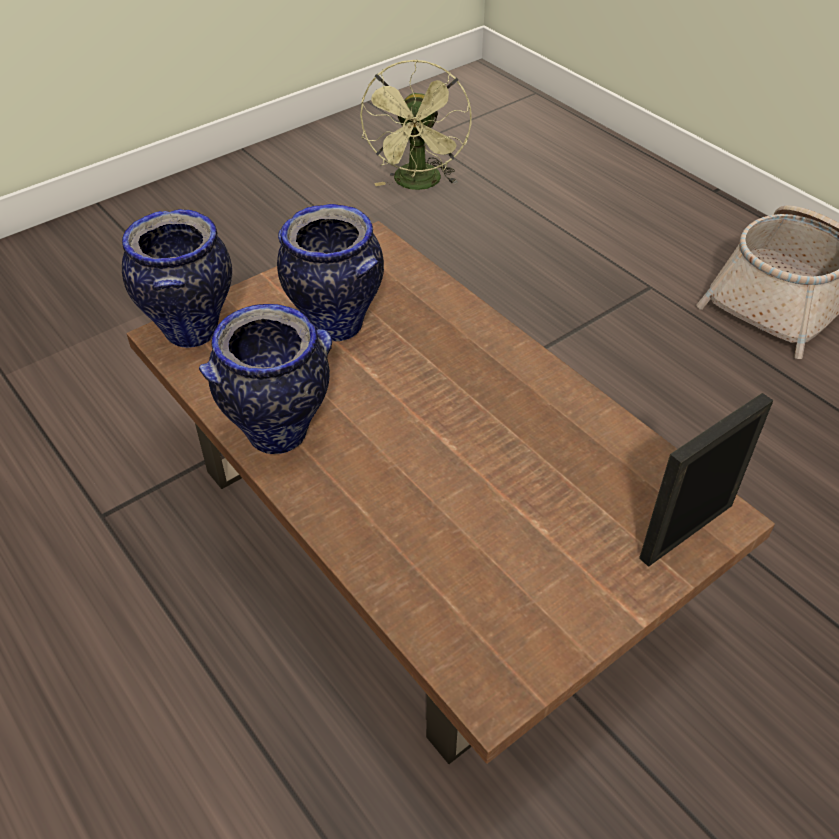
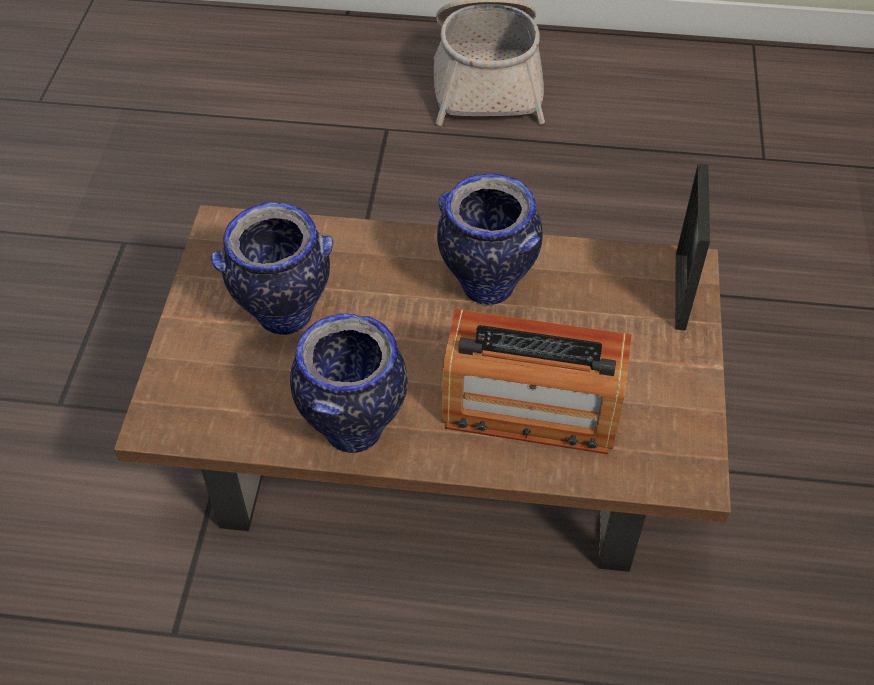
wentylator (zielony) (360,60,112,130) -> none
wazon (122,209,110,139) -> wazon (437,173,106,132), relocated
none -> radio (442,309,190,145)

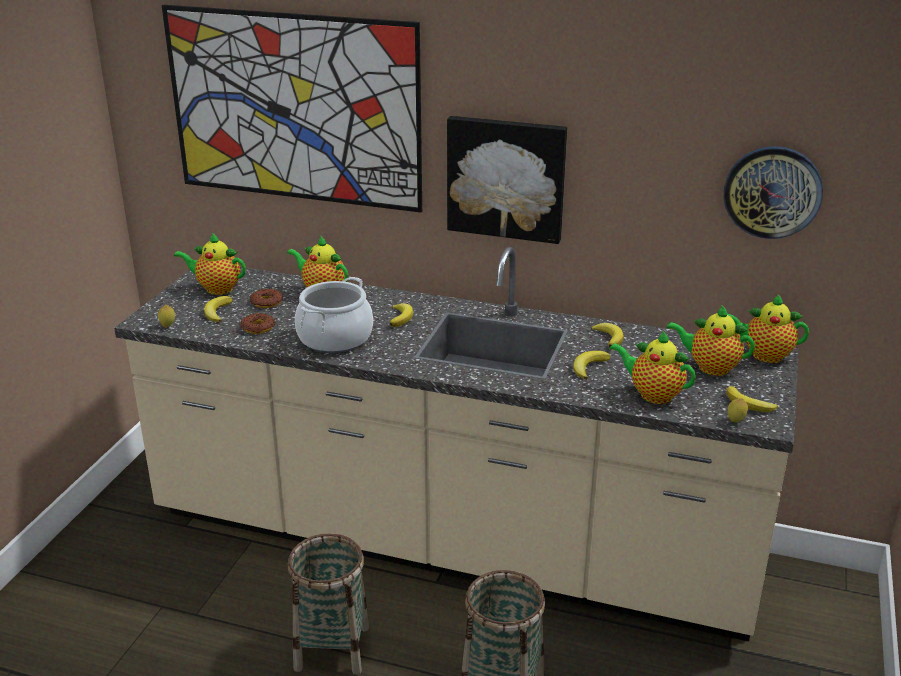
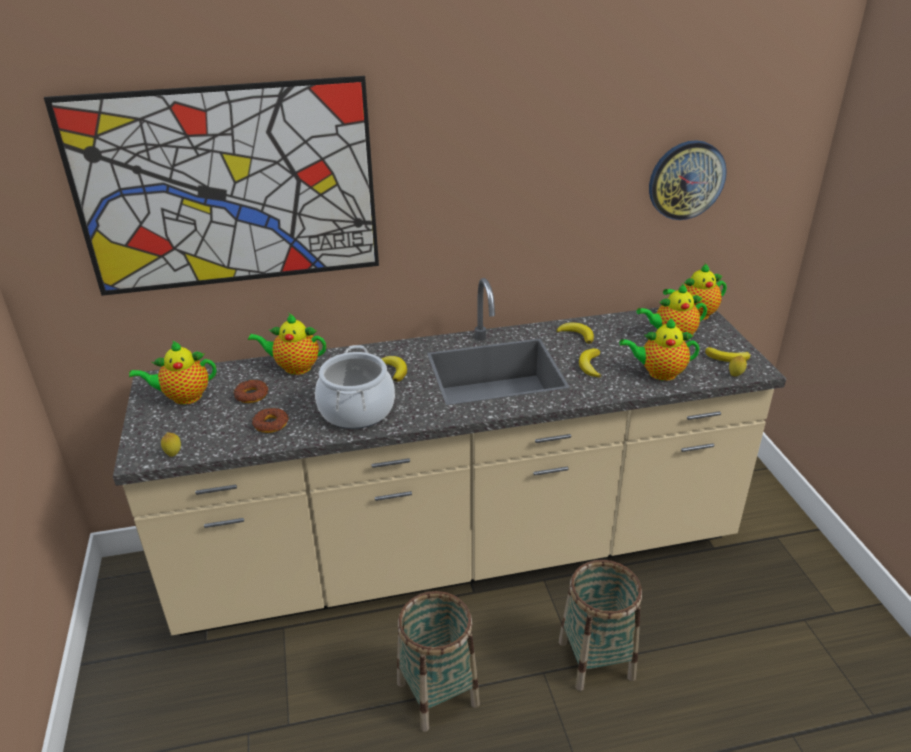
obraz (447,116,120,128) -> none
banan (204,296,28,26) -> none

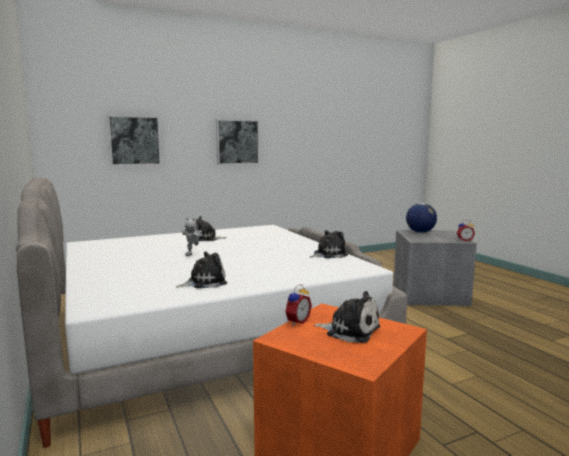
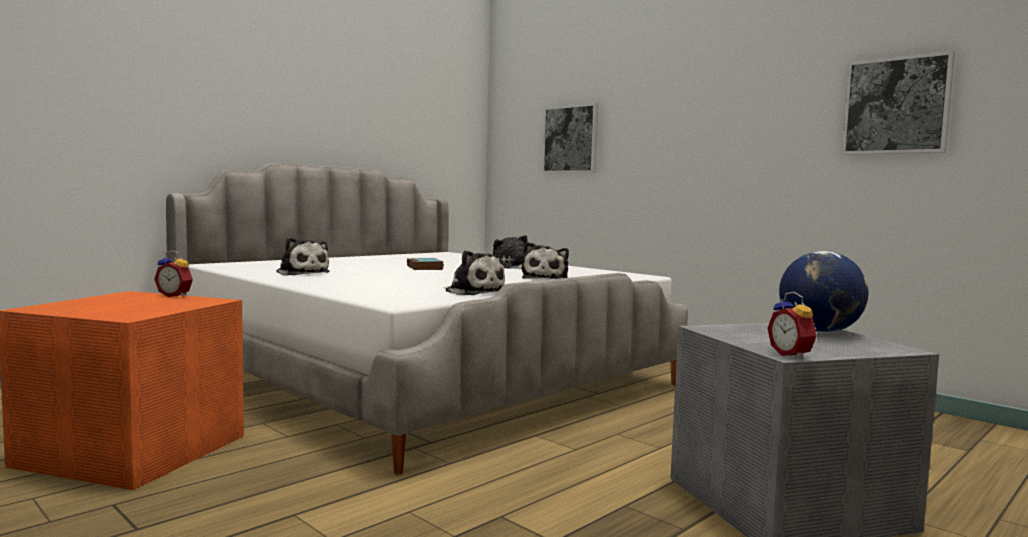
obraz (216,119,44,46) -> obraz (841,50,114,105), relocated
robot zabawkowy (182,218,21,38) -> książka (407,258,37,12)
pluszak (314,291,66,52) -> pluszak (522,242,47,37), relocated

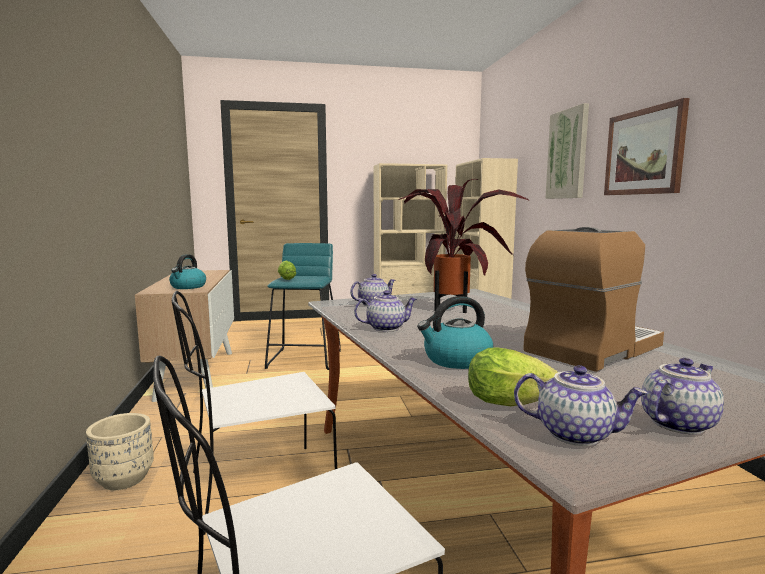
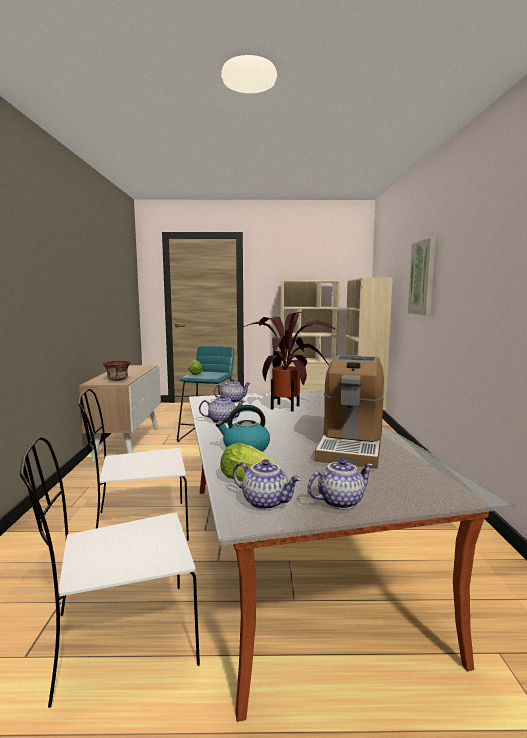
obraz (604,98,85,97) -> none
ekspres do kawy (523,227,141,145) -> ekspres do kawy (315,355,70,113), 135 degrees clockwise
czajnik (169,254,37,35) -> miska (103,361,28,20)
donica (beżowy) (86,413,68,77) -> none

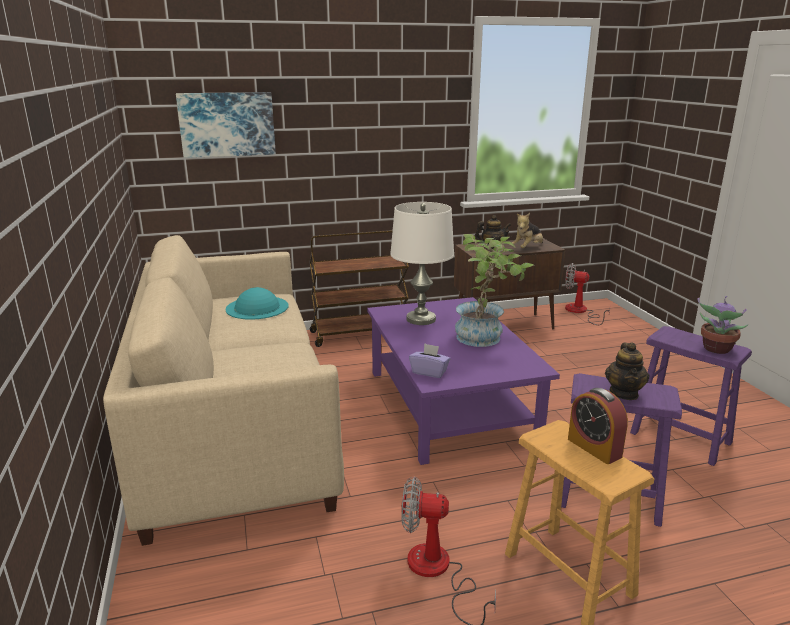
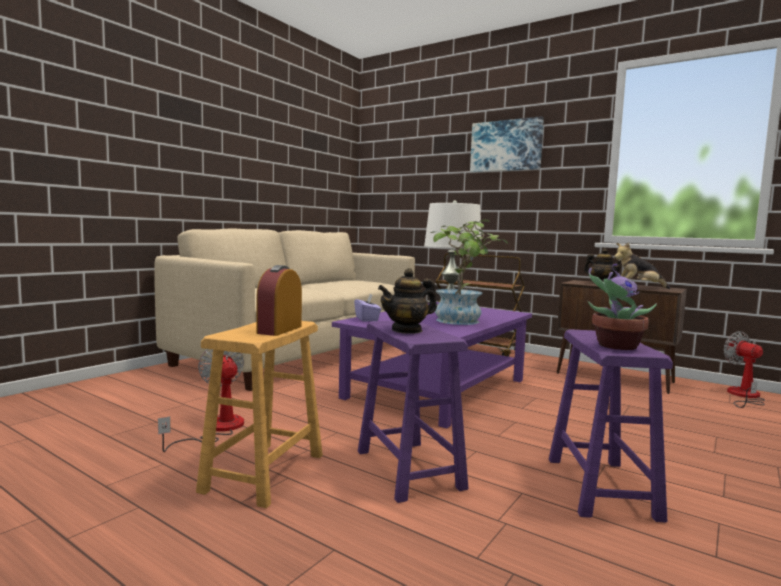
obraz (176,92,100,66) -> obraz (470,116,74,56), relocated
kapelusz (turkusowy) (225,287,63,33) -> none

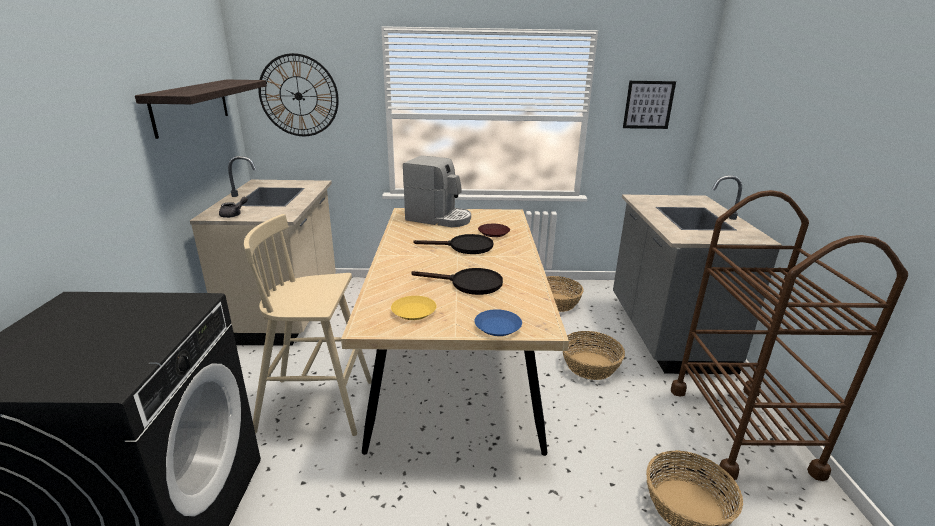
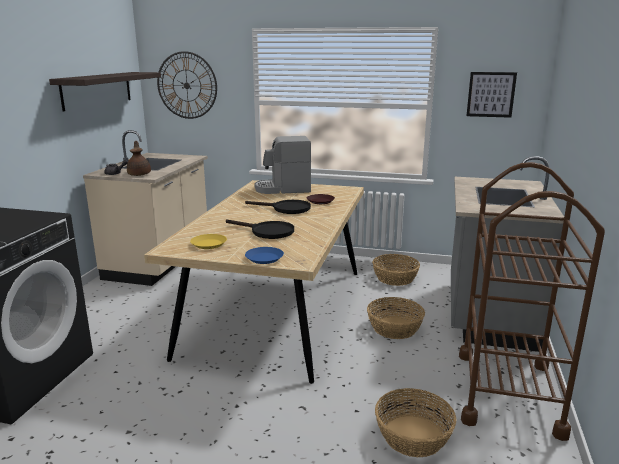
ekspres do kawy (403,155,68,72) -> ekspres do kawy (254,136,57,58), 135 degrees clockwise
stołek (beżowy) (244,214,128,222) -> none
none -> imbryk (brązowy) (127,141,24,35)

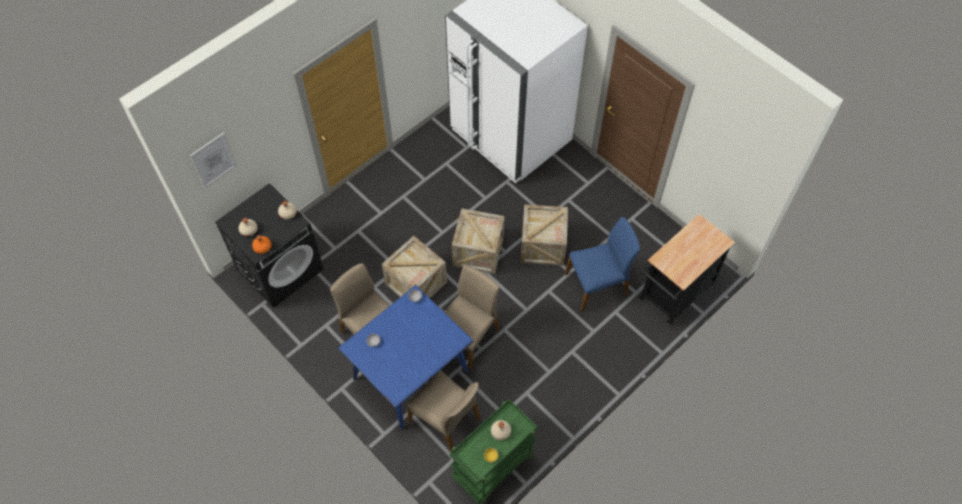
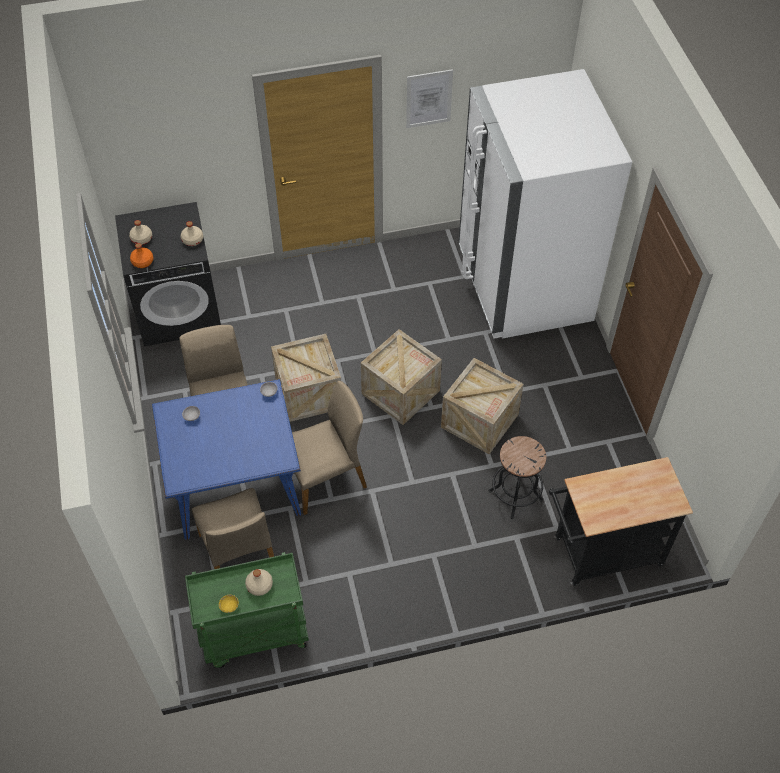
obraz (190,133,47,55) -> obraz (406,69,47,59), relocated
krzesło (niebieski) (565,217,75,95) -> stołek (czarny) (489,436,57,83)

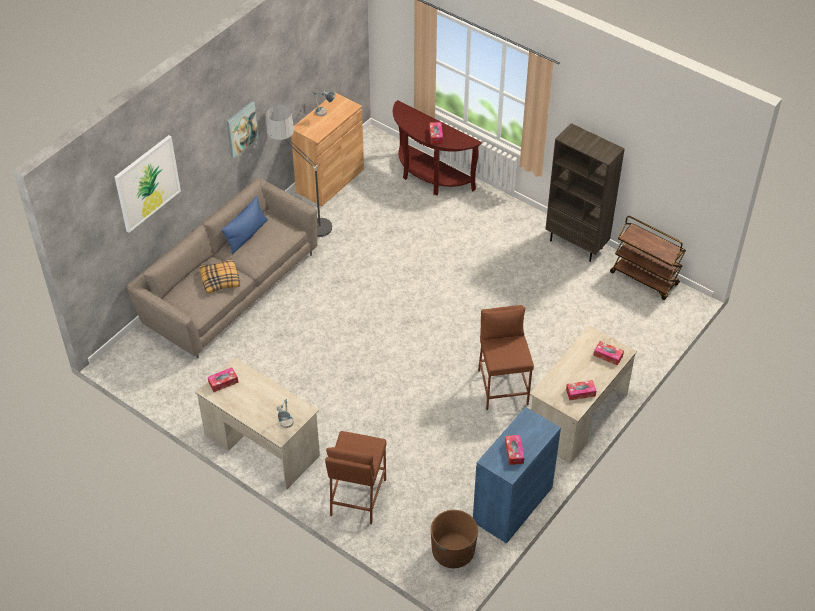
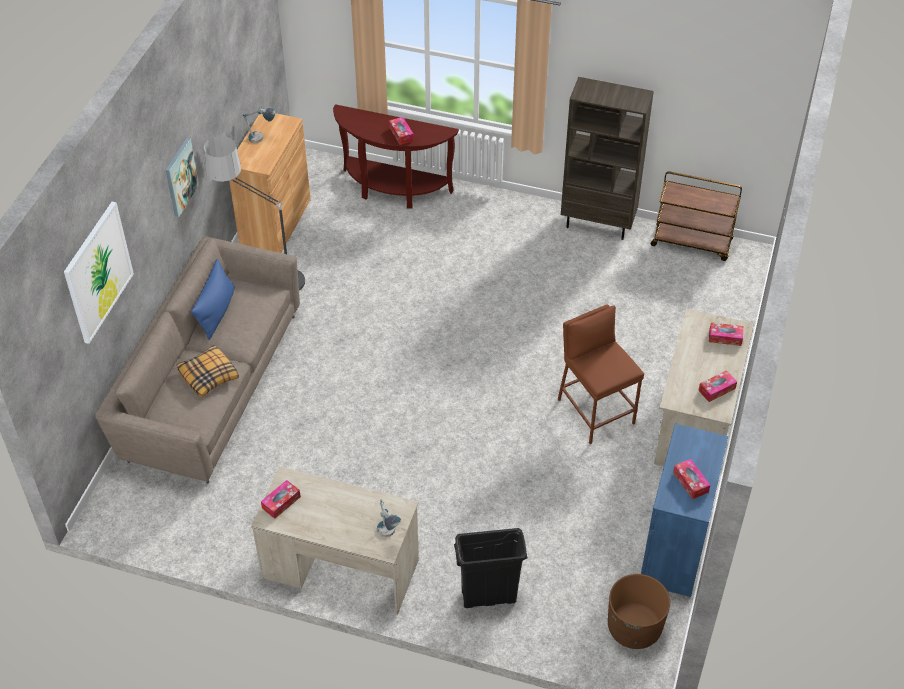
stołek (brązowy) (325,431,62,93) -> kosz na śmieci (czarny) (454,528,74,80)

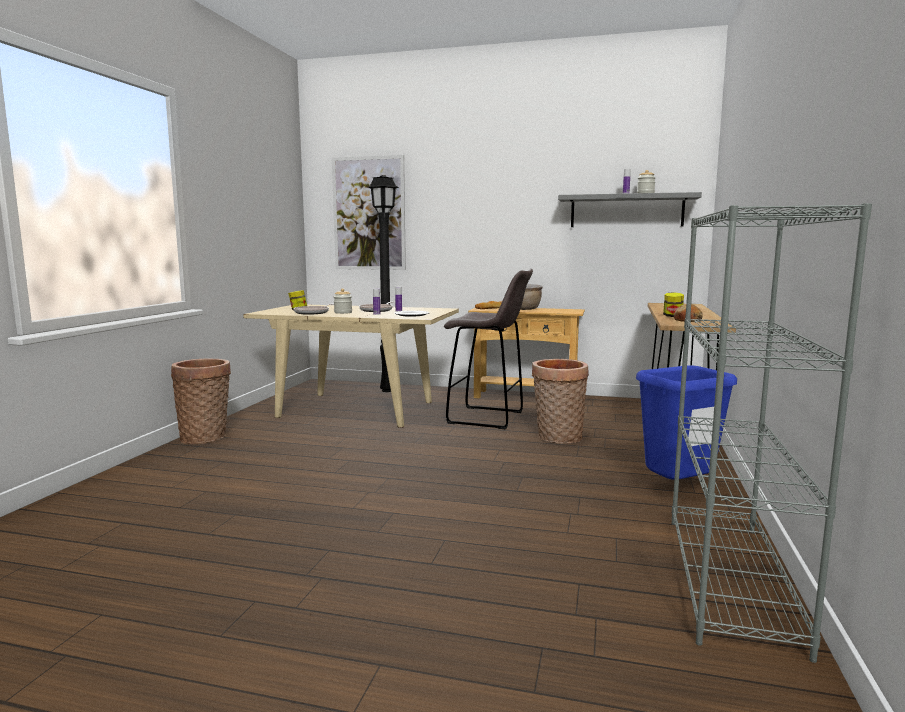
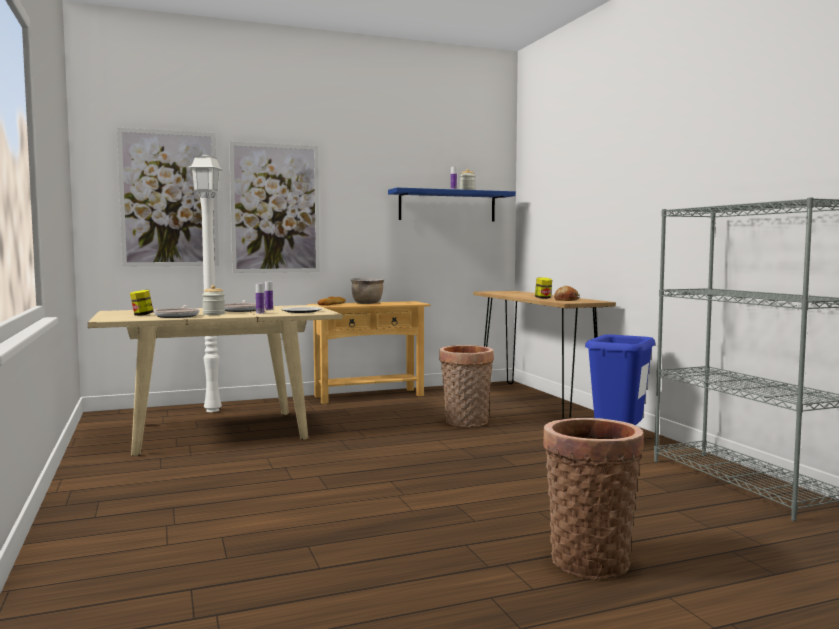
lampa stojąca (czarny) (368,175,31,217) -> lampa stojąca (biały) (189,155,34,257)
półka (szary) (558,192,144,35) -> półka (niebieski) (388,188,128,33)
stołek (szary) (444,269,89,160) -> none
koszyk (171,358,60,86) -> koszyk (543,418,101,162), relocated
none -> obraz (229,141,91,132)

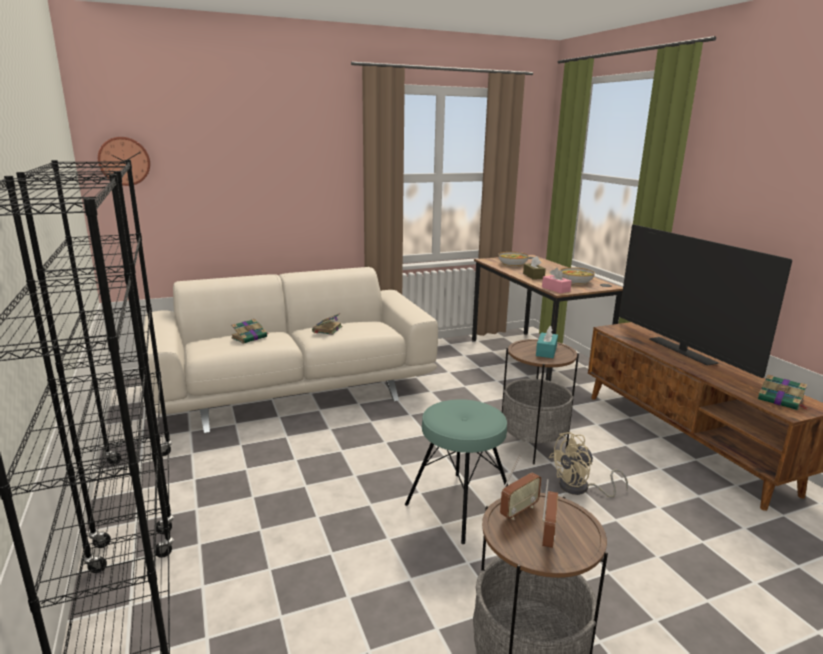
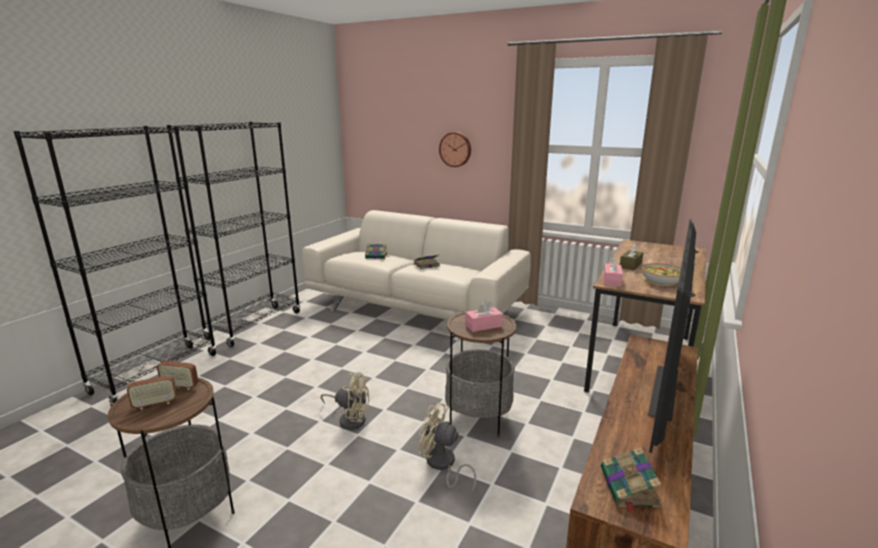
zegar ścienny (98,137,52,49) -> zegar ścienny (439,132,32,35), relocated
miska (498,252,31,15) -> none
pudełko chusteczek (turkusowy) (536,326,22,32) -> pudełko chusteczek (różowy) (465,300,38,32)
stołek (turkusowy) (405,399,103,145) -> wentylator (beżowy) (321,372,48,58)

